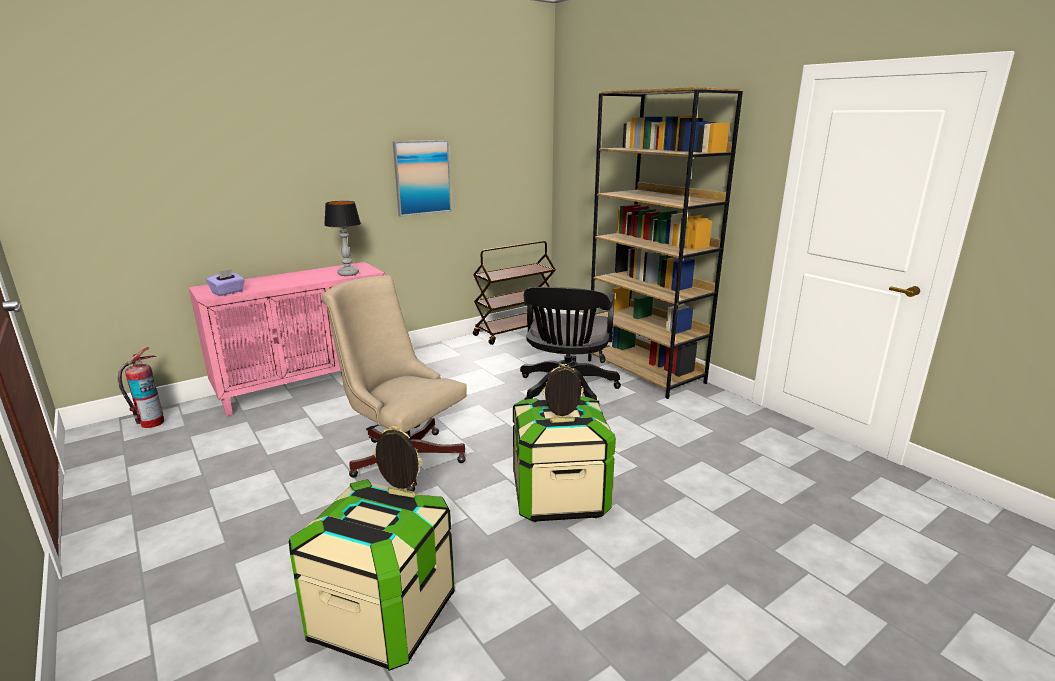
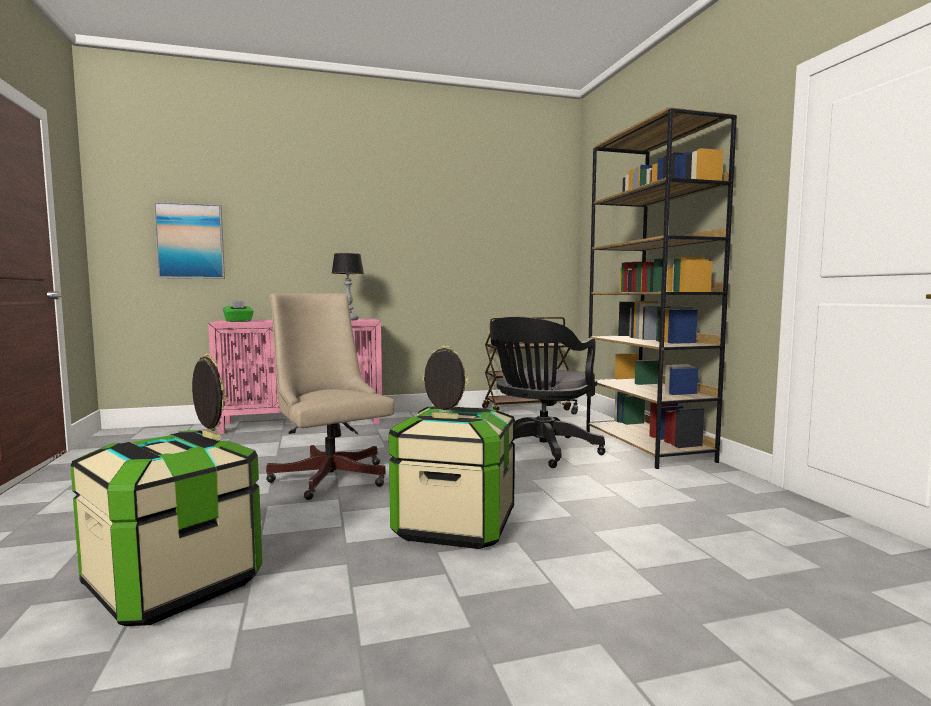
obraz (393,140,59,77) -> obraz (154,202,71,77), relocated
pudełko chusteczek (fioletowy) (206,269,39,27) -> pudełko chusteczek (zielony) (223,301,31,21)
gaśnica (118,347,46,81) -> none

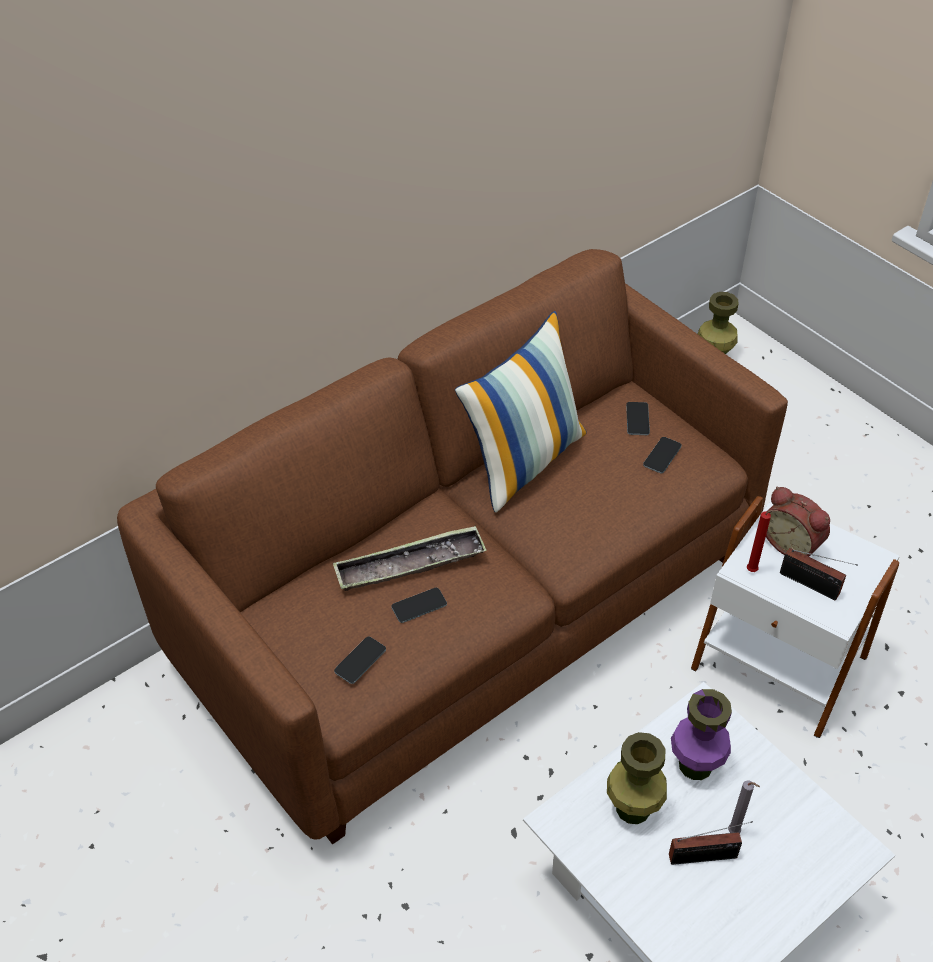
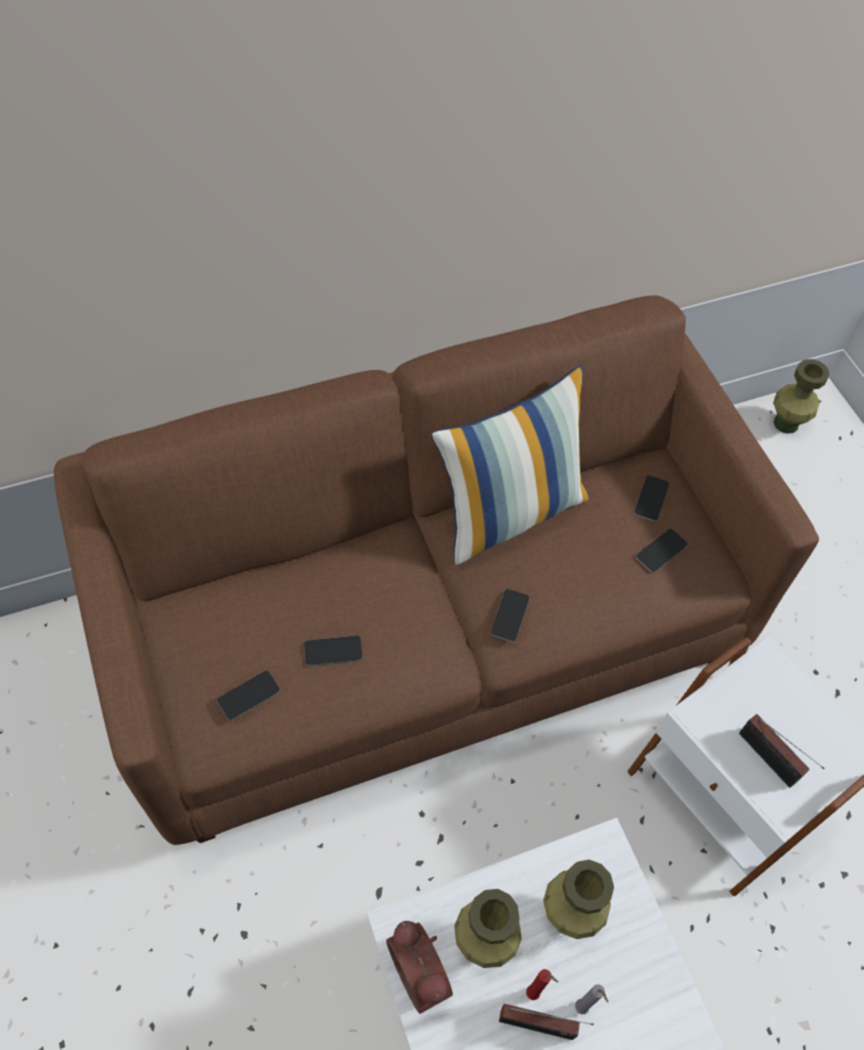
budzik (766,487,64,70) -> budzik (386,921,67,93), relocated
świeca (czerwony) (747,510,31,62) -> świeca (czerwony) (526,969,32,31), relocated
taca (333,526,154,65) -> none
wazon (fioletowy) (671,689,61,91) -> wazon (zielony) (543,860,71,79)
none -> telefon (491,589,39,53)

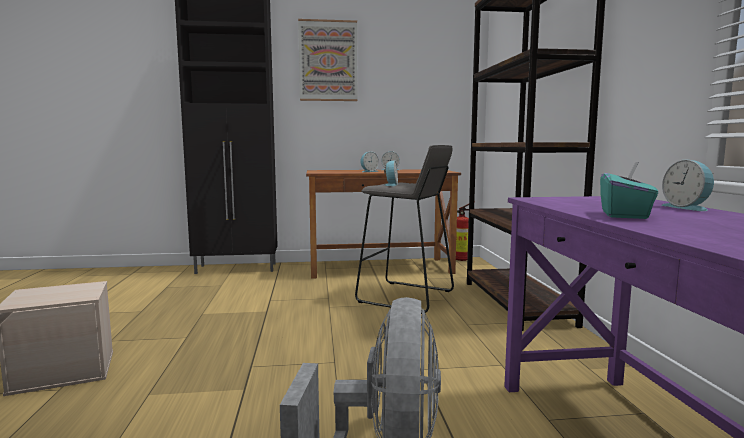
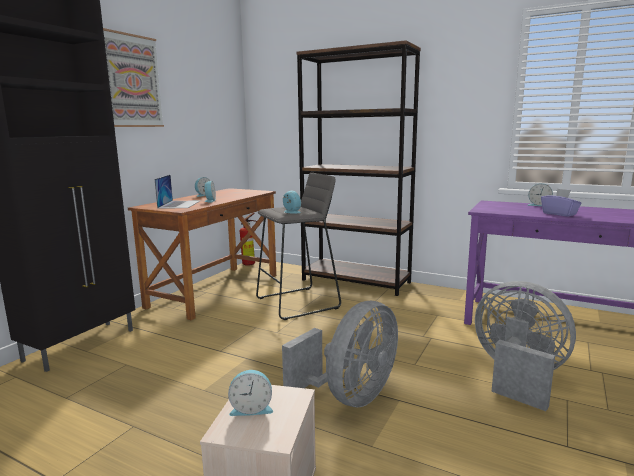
pudełko chusteczek (turkusowy) (600,162,58,57) -> pudełko chusteczek (fioletowy) (541,189,41,28)
none -> laptop (155,175,45,34)
none -> wentylator (szary) (282,301,116,106)
none -> budzik (228,370,45,46)

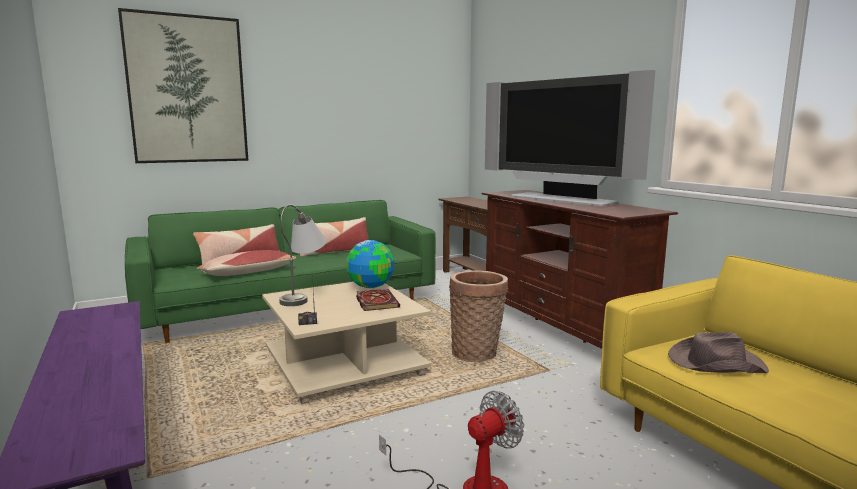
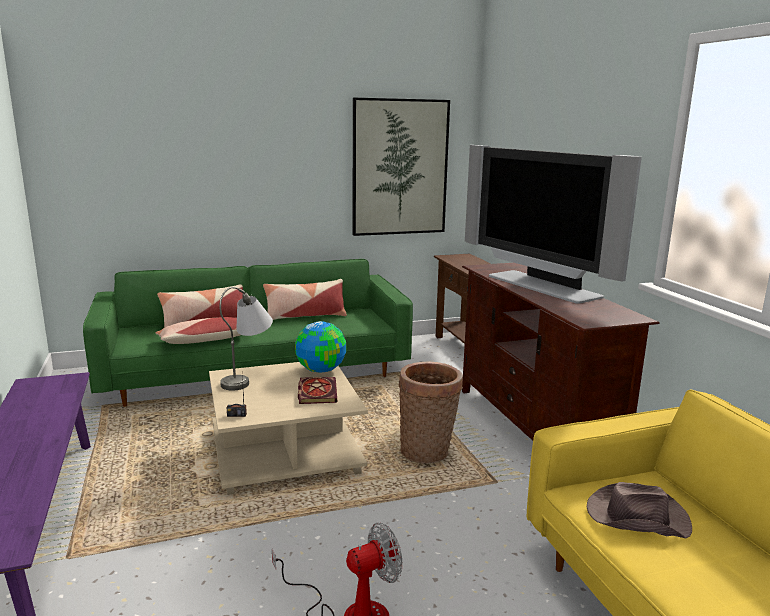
obraz (118,8,130,155) -> obraz (353,98,97,138), relocated

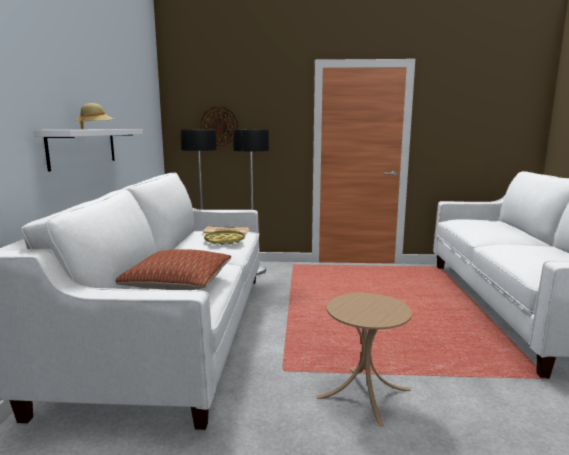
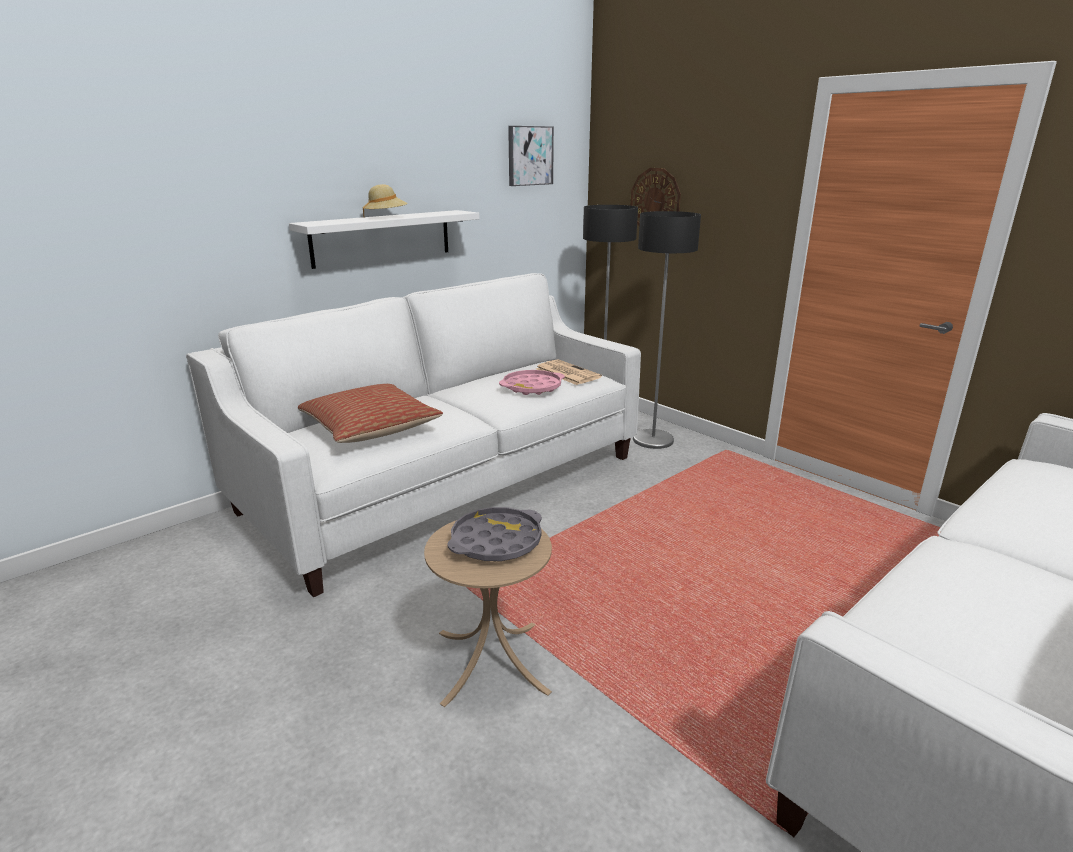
taca (żółty) (204,230,41,15) -> taca (różowy) (499,370,66,25)
none -> obraz (508,126,46,60)
none -> taca (szary) (448,507,94,54)

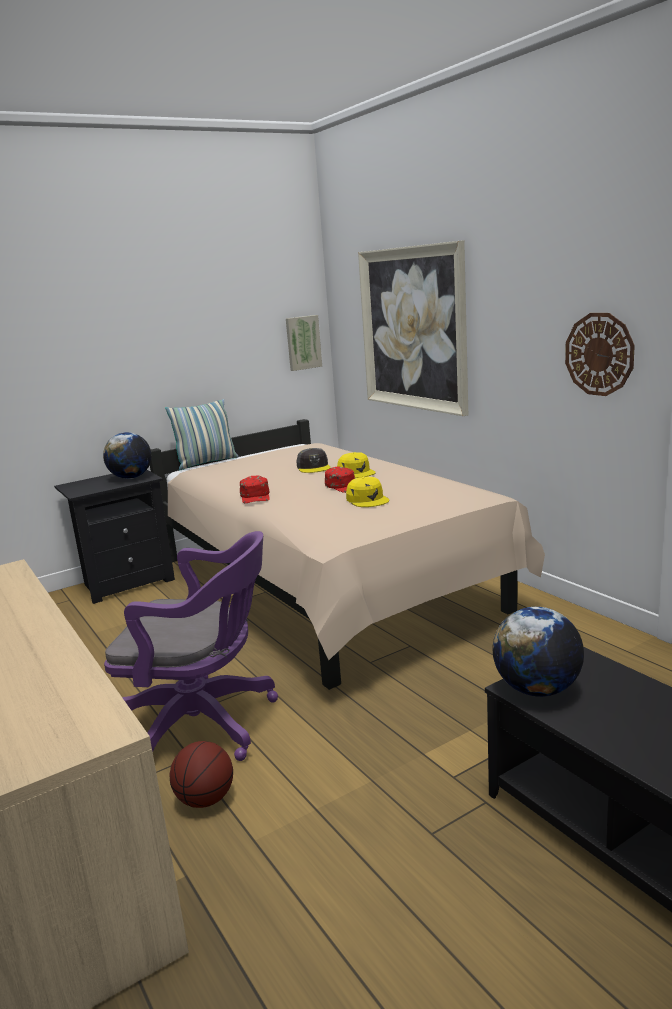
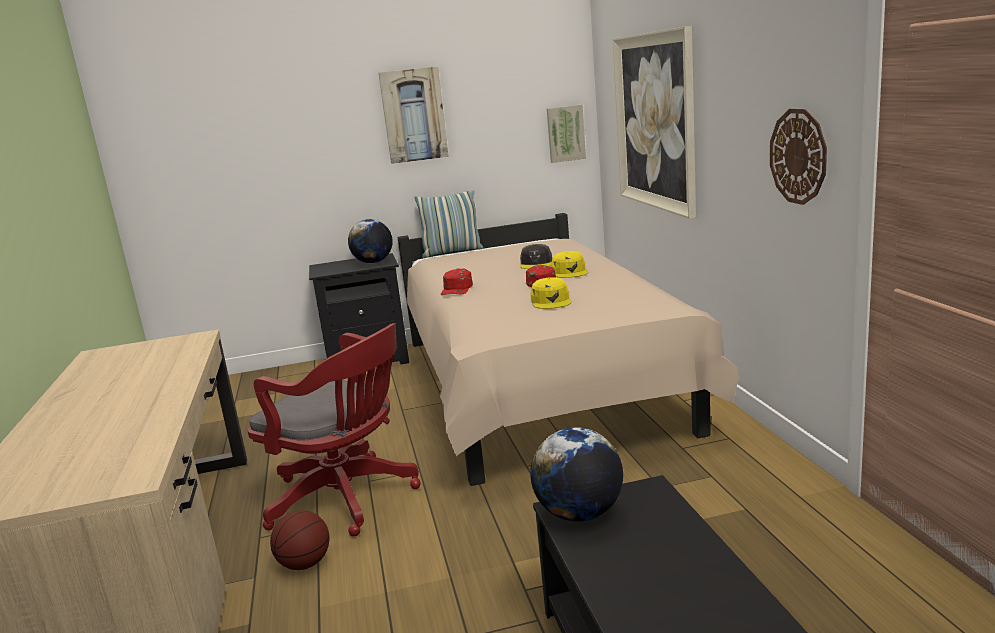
krzesło biurowe (fioletowy) (104,531,174,230) -> krzesło biurowe (czerwony) (248,323,173,214)
none -> obraz (378,67,71,97)

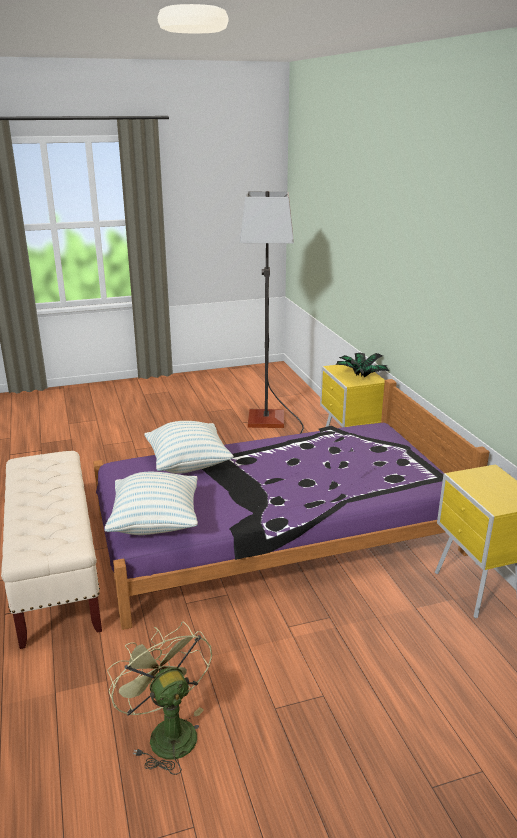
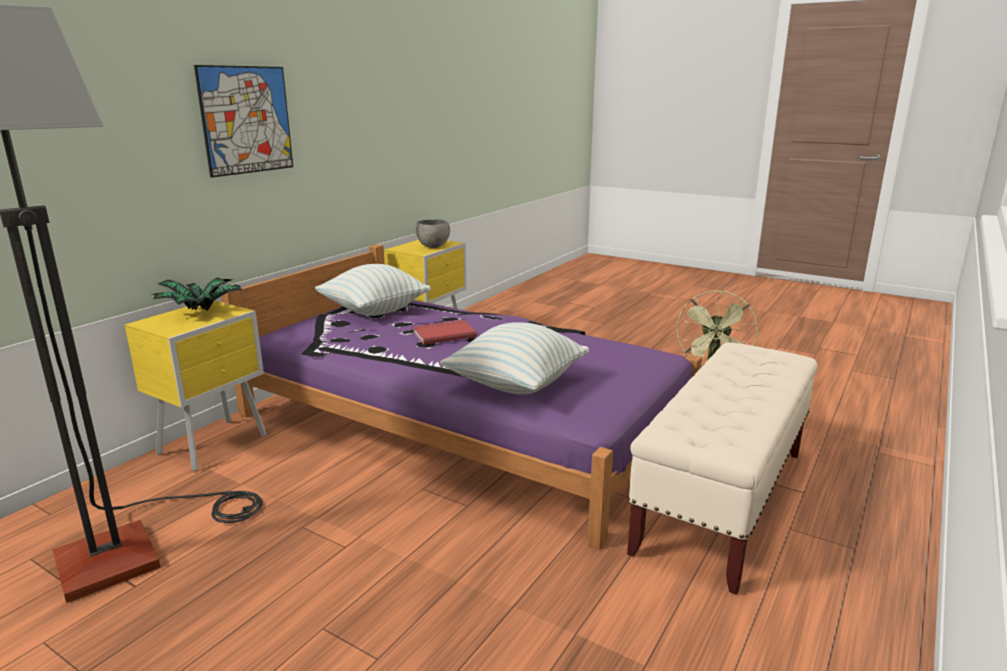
poduszka (105,472,93,63) -> poduszka (315,264,116,52), relocated
none -> obraz (194,65,99,113)
none -> miska (szary) (416,219,34,29)
none -> książka (czerwony) (413,320,64,25)

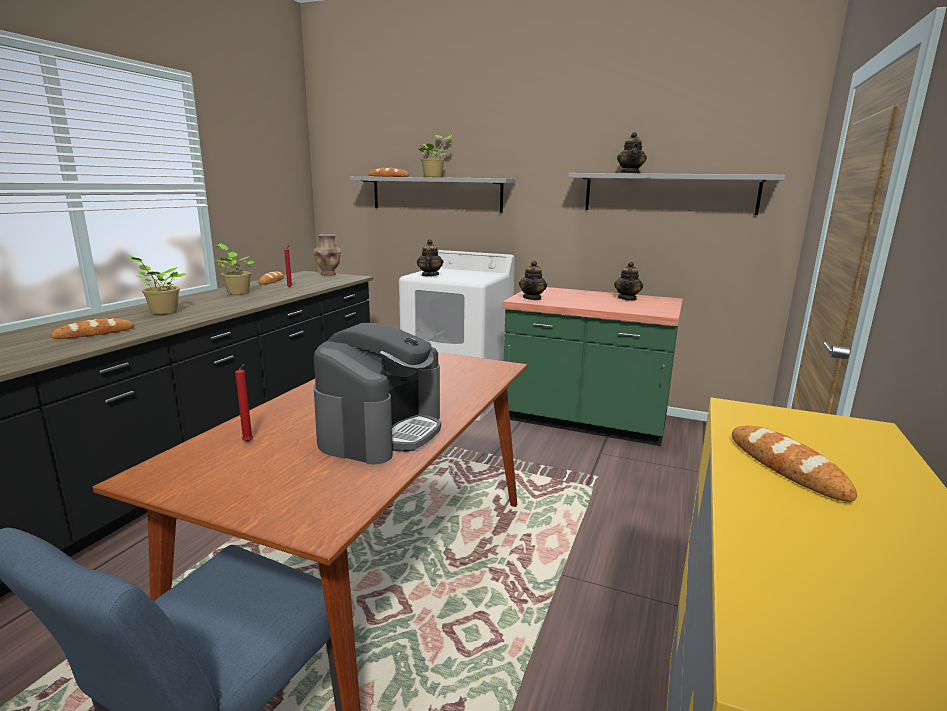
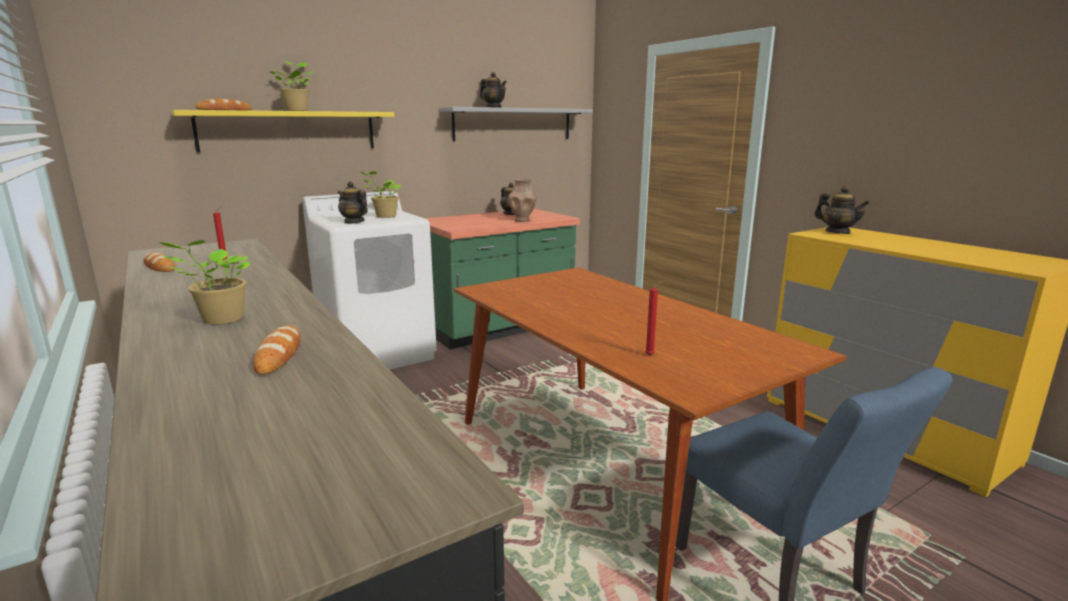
półka (szary) (350,176,165,37) -> półka (żółty) (172,110,222,42)
wazon (brązowy) (313,234,28,42) -> wazon (brązowy) (508,179,29,43), relocated
roślina doniczkowa (214,243,40,52) -> roślina doniczkowa (359,171,42,47), relocated
imbryk (519,261,28,39) -> imbryk (814,186,56,48), relocated
ekspres do kawy (313,323,128,142) -> none
chleb (732,426,125,76) -> none

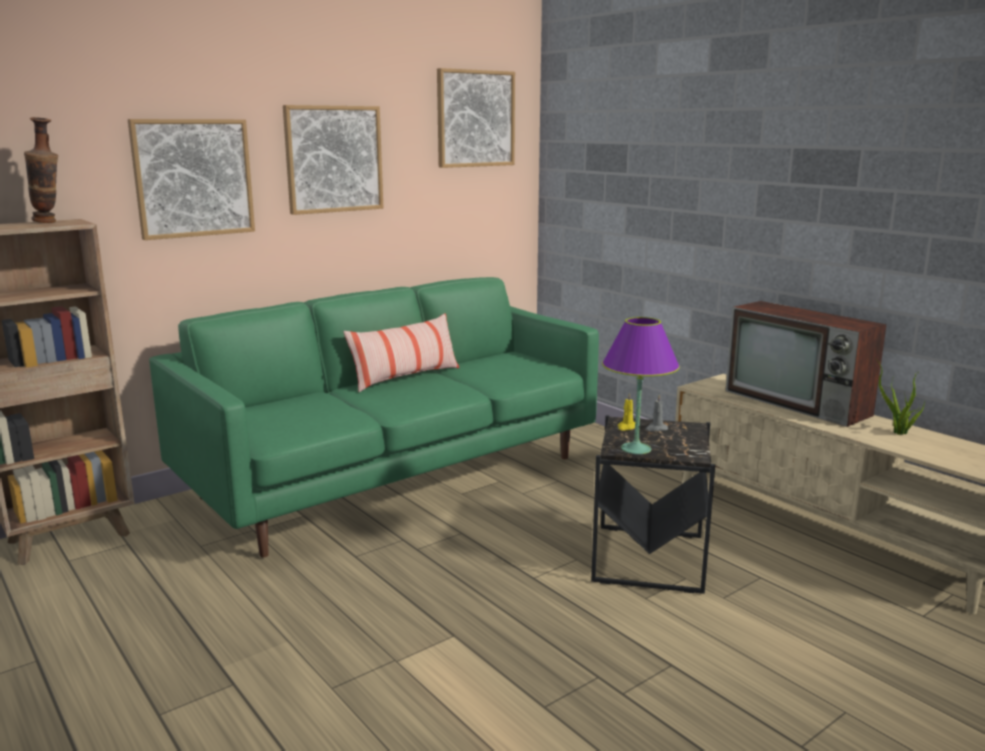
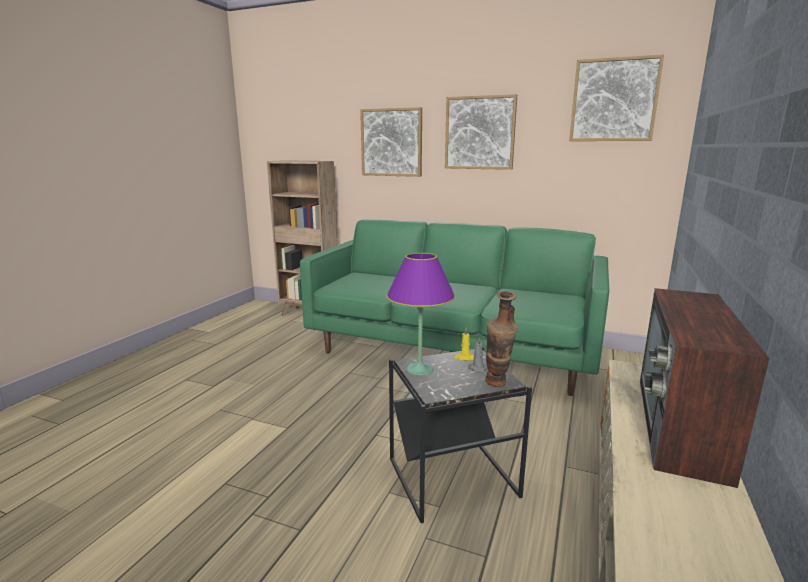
wazon (24,117,34,106) -> wazon (485,291,33,96), relocated
poduszka (344,313,115,79) -> none
roślina doniczkowa (876,359,50,76) -> none

